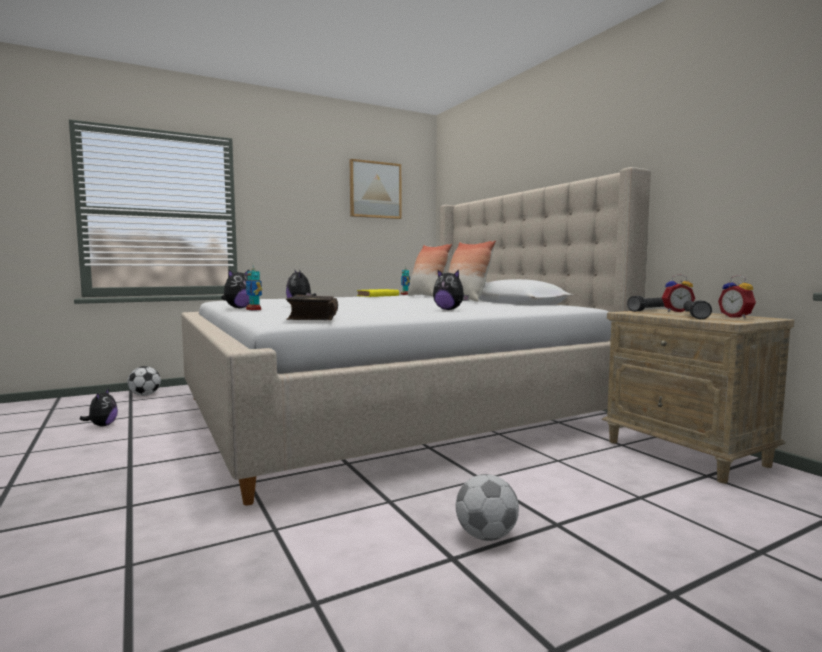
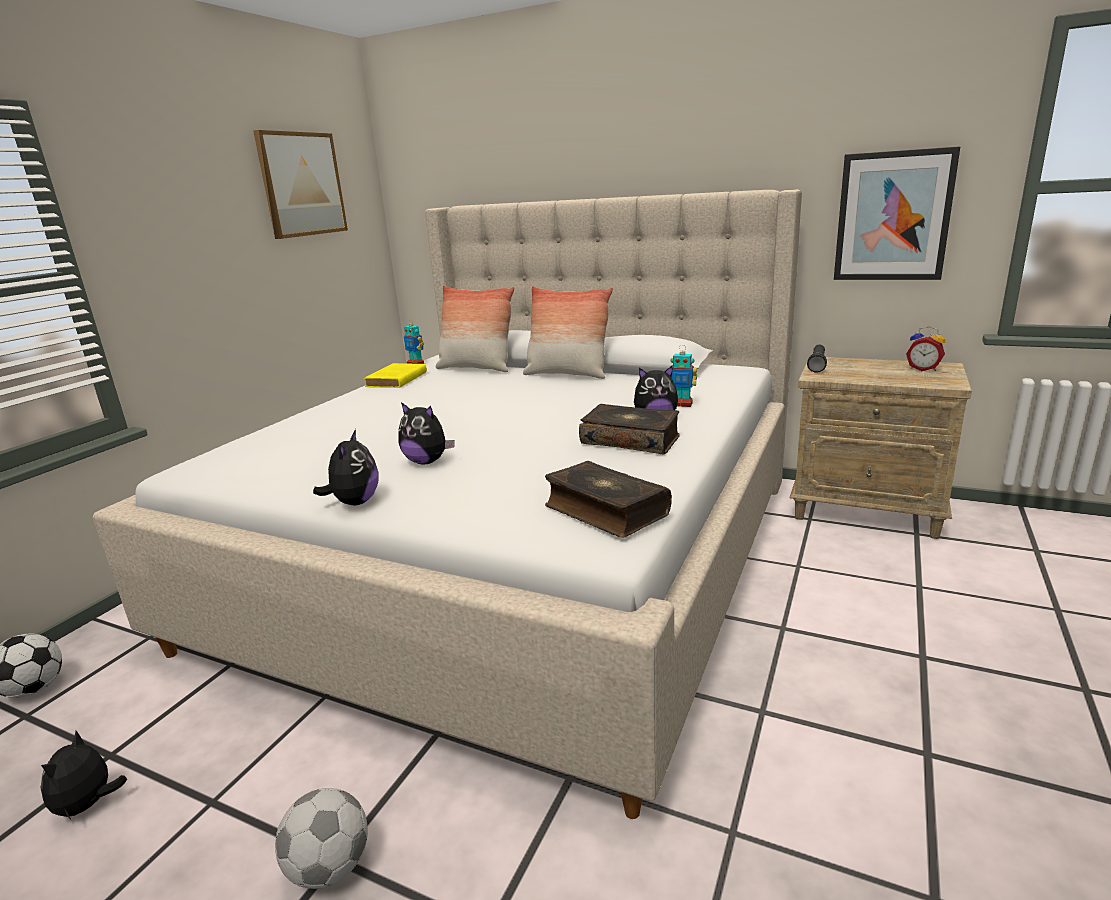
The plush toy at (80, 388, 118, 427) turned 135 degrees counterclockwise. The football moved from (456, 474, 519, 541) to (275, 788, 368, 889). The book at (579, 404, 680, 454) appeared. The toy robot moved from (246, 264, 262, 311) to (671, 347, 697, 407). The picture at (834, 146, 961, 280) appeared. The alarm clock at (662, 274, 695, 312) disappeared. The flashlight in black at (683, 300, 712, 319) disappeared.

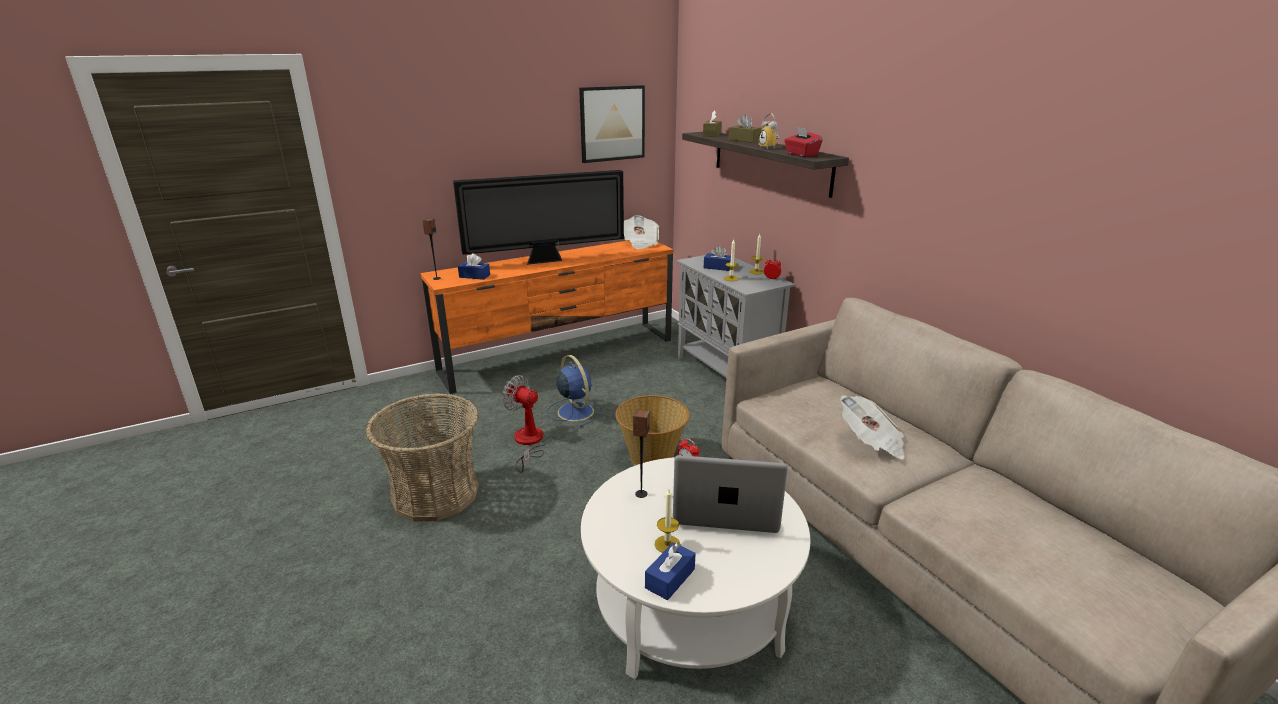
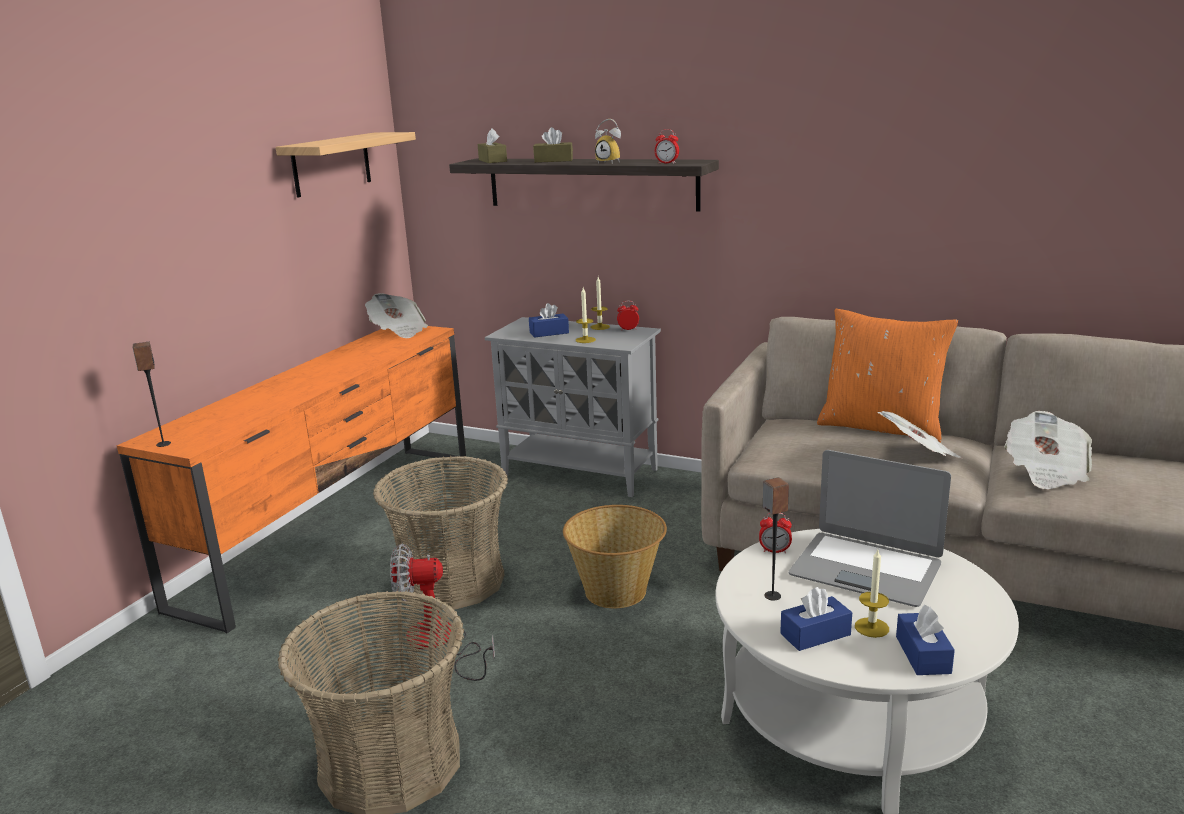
The picture at (579, 85, 645, 163) was replaced by the shelf at (276, 132, 416, 198). The fan in blue at (547, 355, 602, 427) was replaced by the basket at (373, 456, 508, 610). The tissue box in red at (784, 127, 823, 157) was replaced by the alarm clock at (655, 129, 679, 164). The tissue box in blue moved from (458, 253, 490, 280) to (780, 587, 852, 651). The laptop at (673, 455, 788, 533) turned 120 degrees counterclockwise. The pillow in orange at (817, 309, 958, 443) appeared. The newspaper at (1004, 411, 1092, 489) appeared. The television at (453, 170, 624, 265) disappeared.

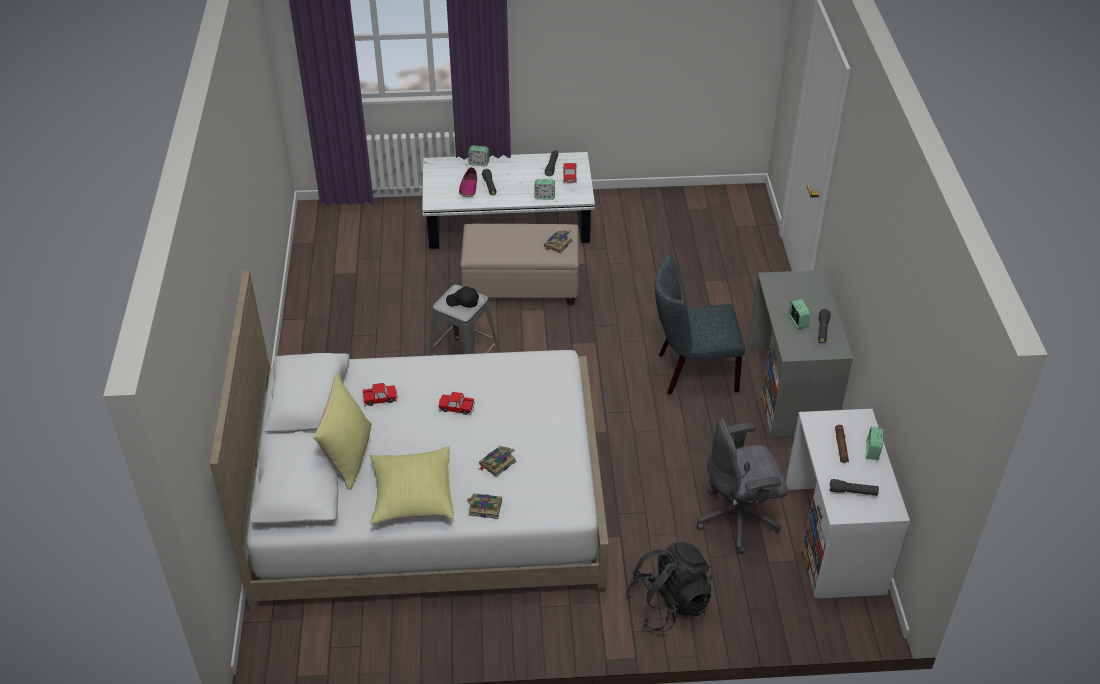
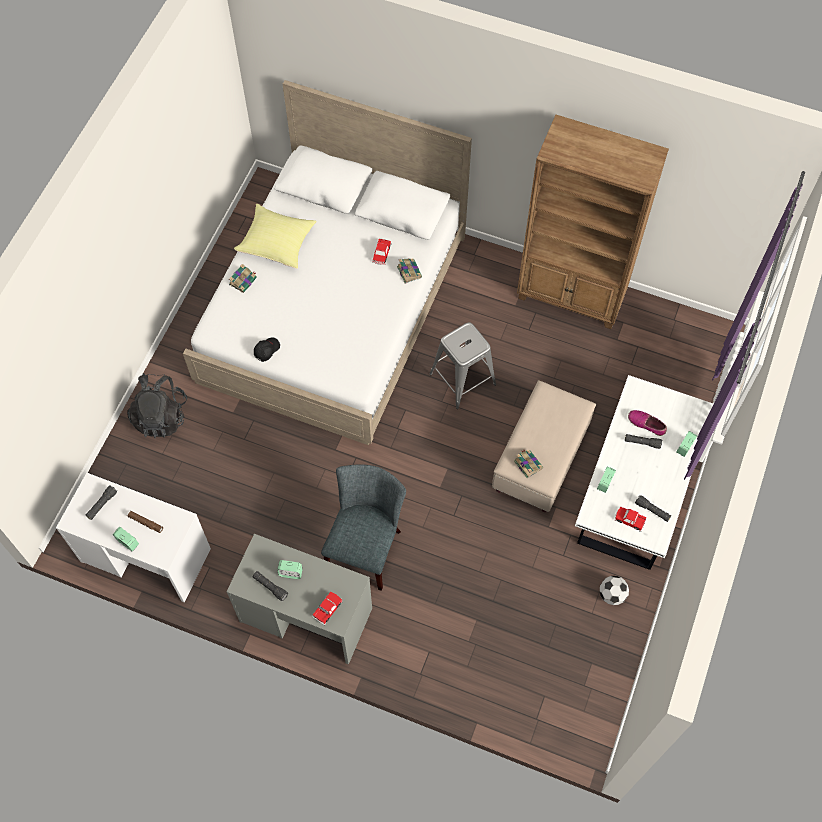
The cap in black moved from (446, 287, 479, 308) to (254, 337, 280, 362). The toy car moved from (439, 392, 475, 415) to (312, 592, 343, 625). The book moved from (479, 446, 516, 477) to (397, 259, 422, 284). The bookcase in brown at (517, 115, 669, 329) appeared. The football at (600, 576, 629, 605) appeared. The pillow in yellow at (313, 373, 372, 490) disappeared. The office chair in grey at (697, 418, 788, 554) disappeared.

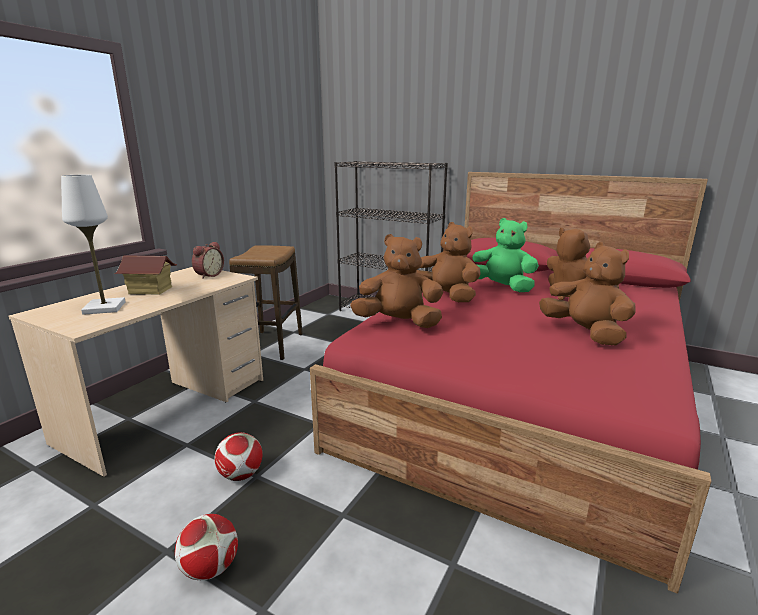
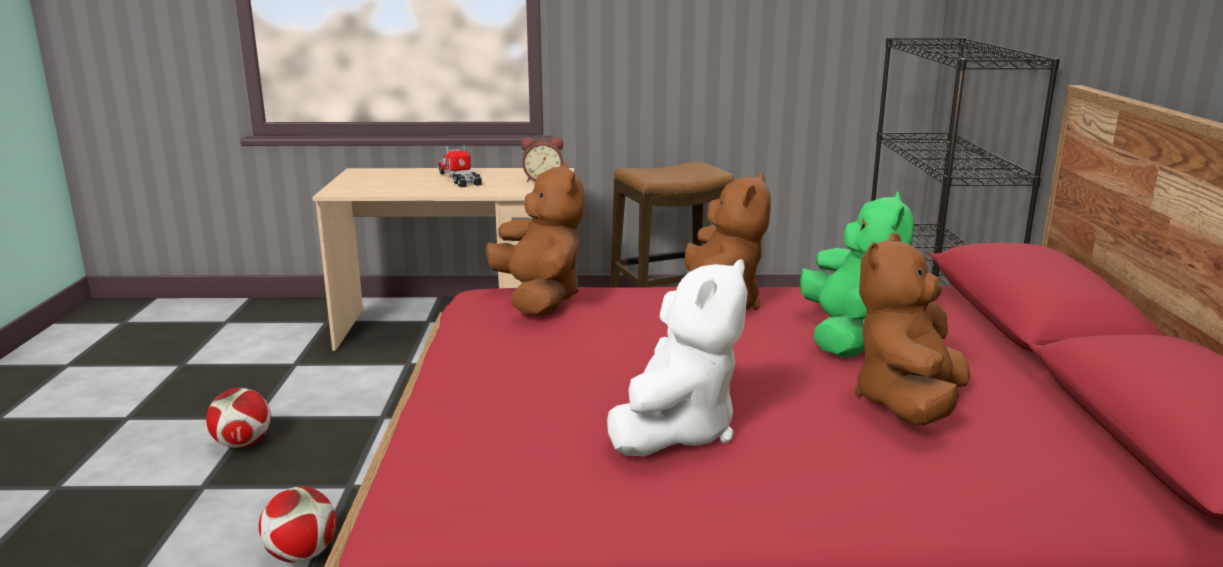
The football moved from (214, 432, 263, 481) to (259, 487, 337, 563). The toy house at (114, 255, 177, 295) was replaced by the toy truck at (438, 145, 482, 188). The plush toy in brown at (539, 242, 636, 346) became the plush toy in white at (607, 259, 748, 456). The table lamp in white at (61, 175, 126, 315) disappeared.

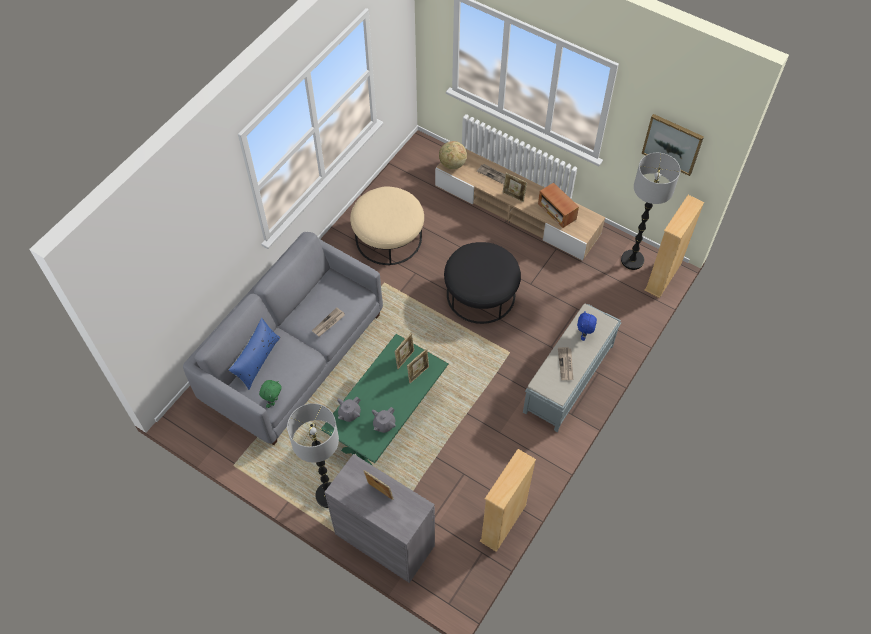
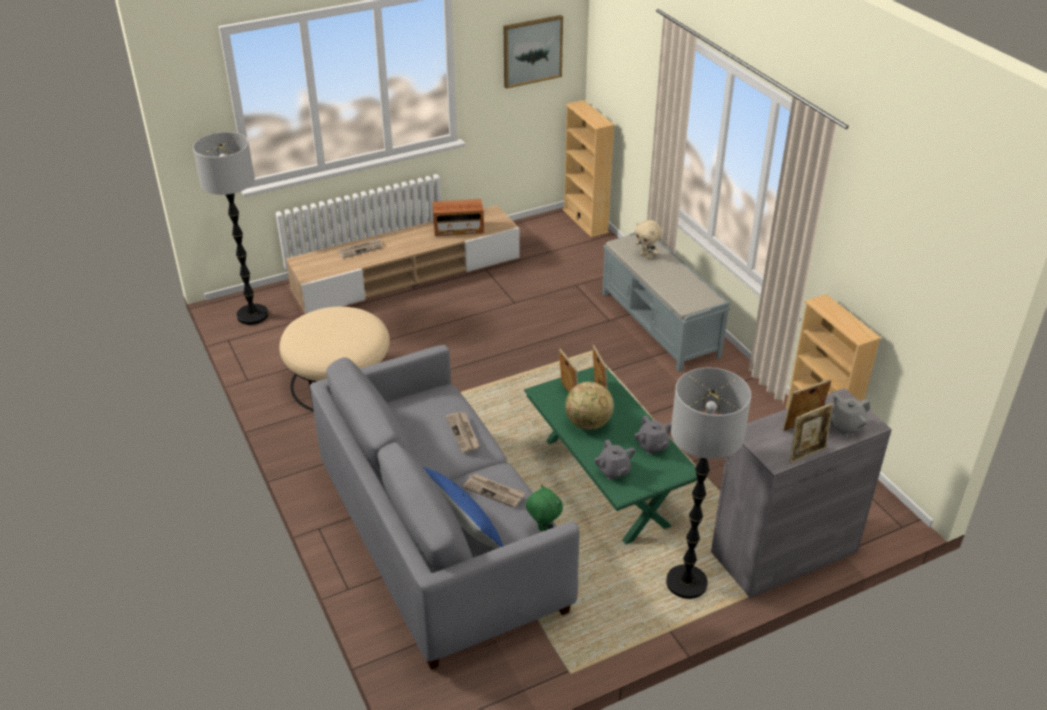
The floor lamp moved from (621, 153, 680, 270) to (193, 132, 268, 325). The newspaper moved from (558, 347, 573, 380) to (463, 474, 525, 508). The globe moved from (439, 141, 467, 169) to (565, 382, 614, 430). The plush toy in blue at (577, 311, 597, 341) became the plush toy in beige at (635, 220, 662, 259). The picture frame moved from (502, 173, 527, 202) to (789, 403, 833, 463). The teapot in grey at (830, 394, 870, 436) appeared. The ottoman in black at (444, 242, 521, 324) disappeared.

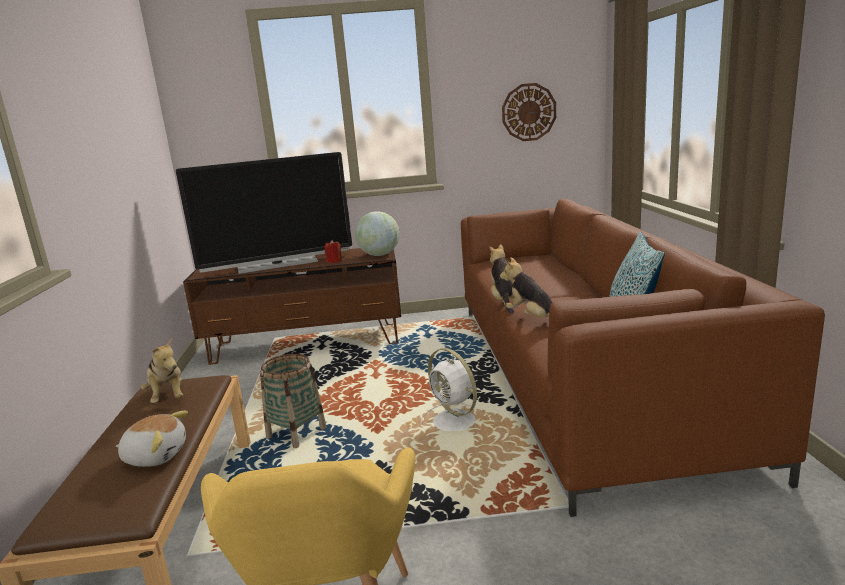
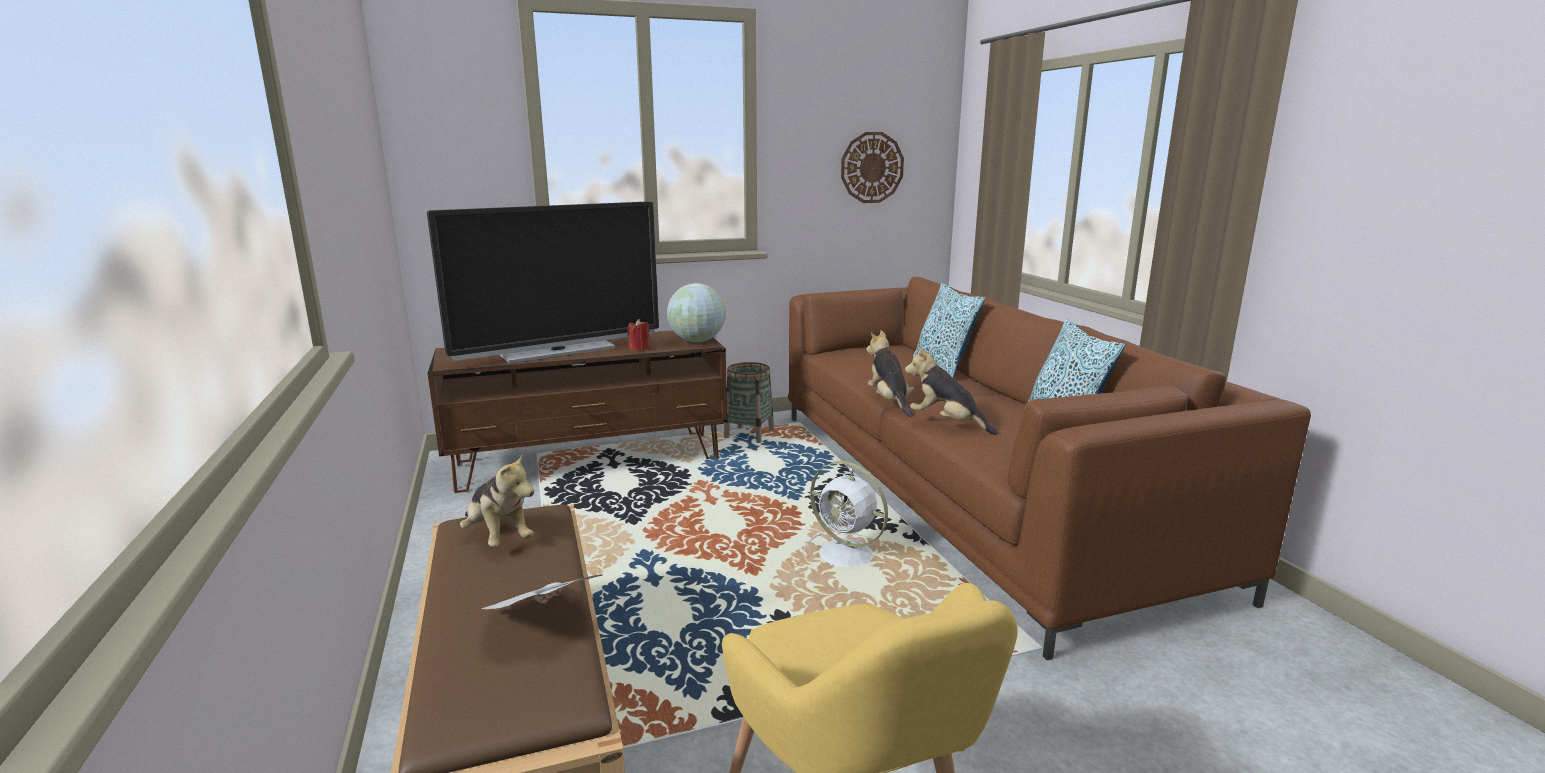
The plush toy at (116, 411, 188, 467) was replaced by the newspaper at (481, 575, 602, 609). The basket moved from (260, 354, 327, 448) to (724, 362, 774, 443). The pillow at (913, 283, 985, 378) appeared.

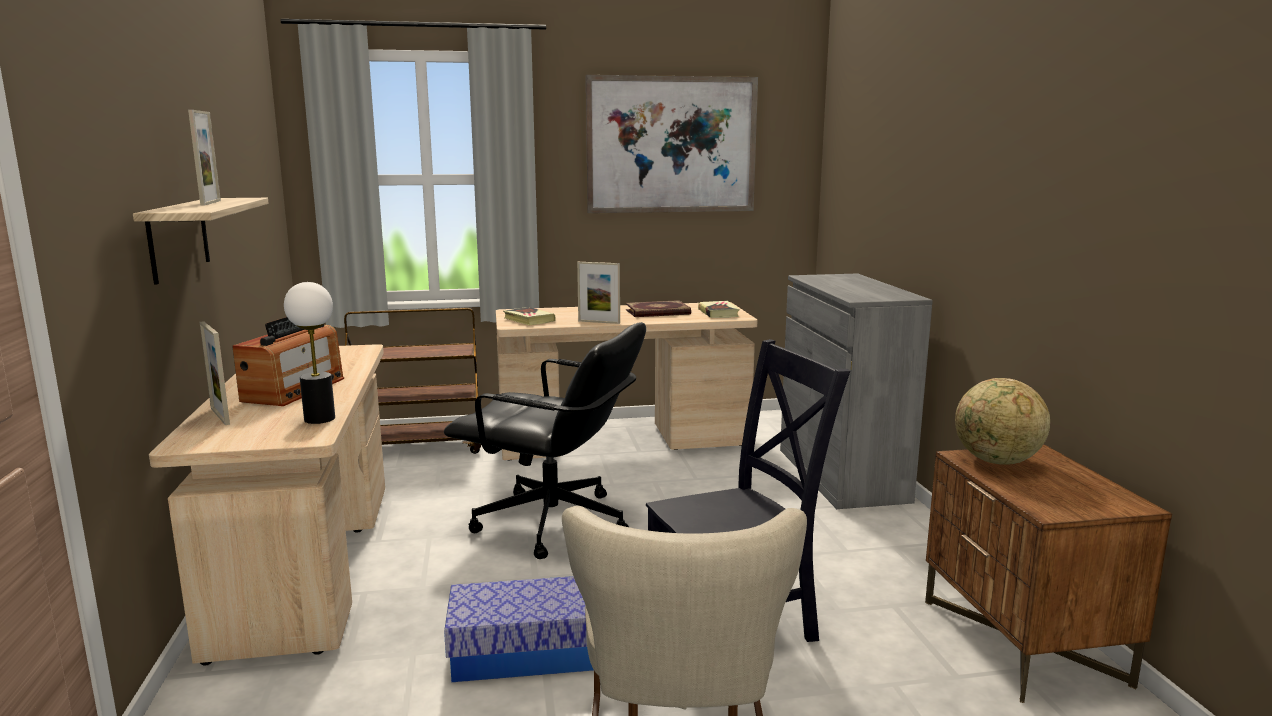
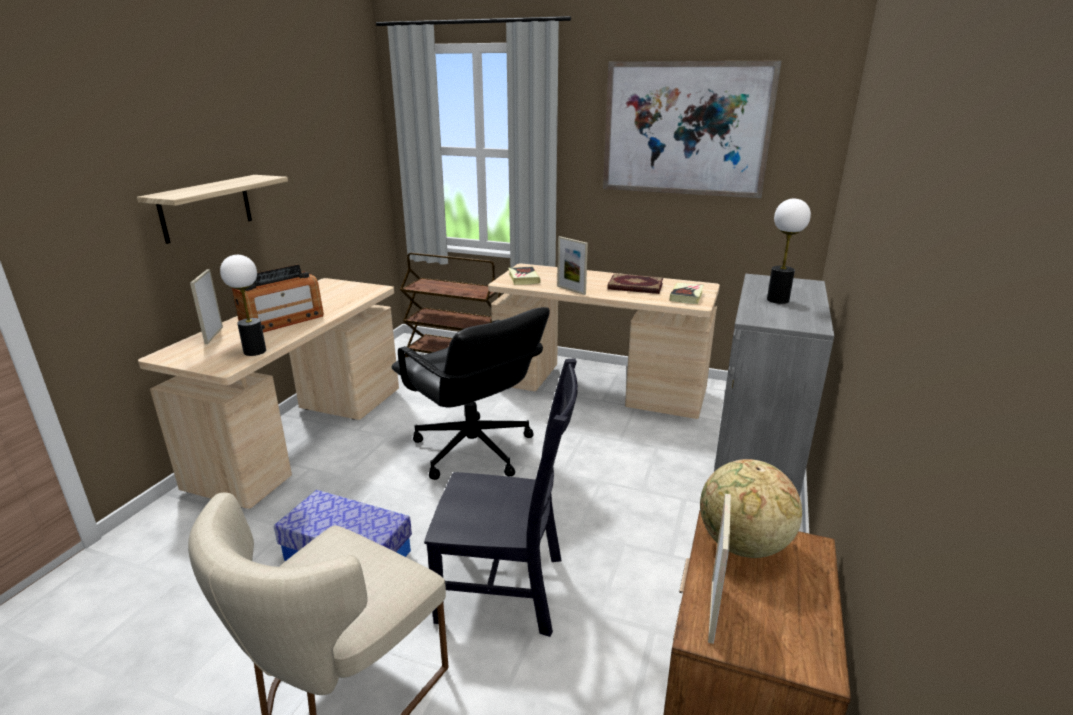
The picture frame moved from (188, 110, 221, 206) to (708, 494, 731, 644). The table lamp at (767, 199, 811, 304) appeared.

